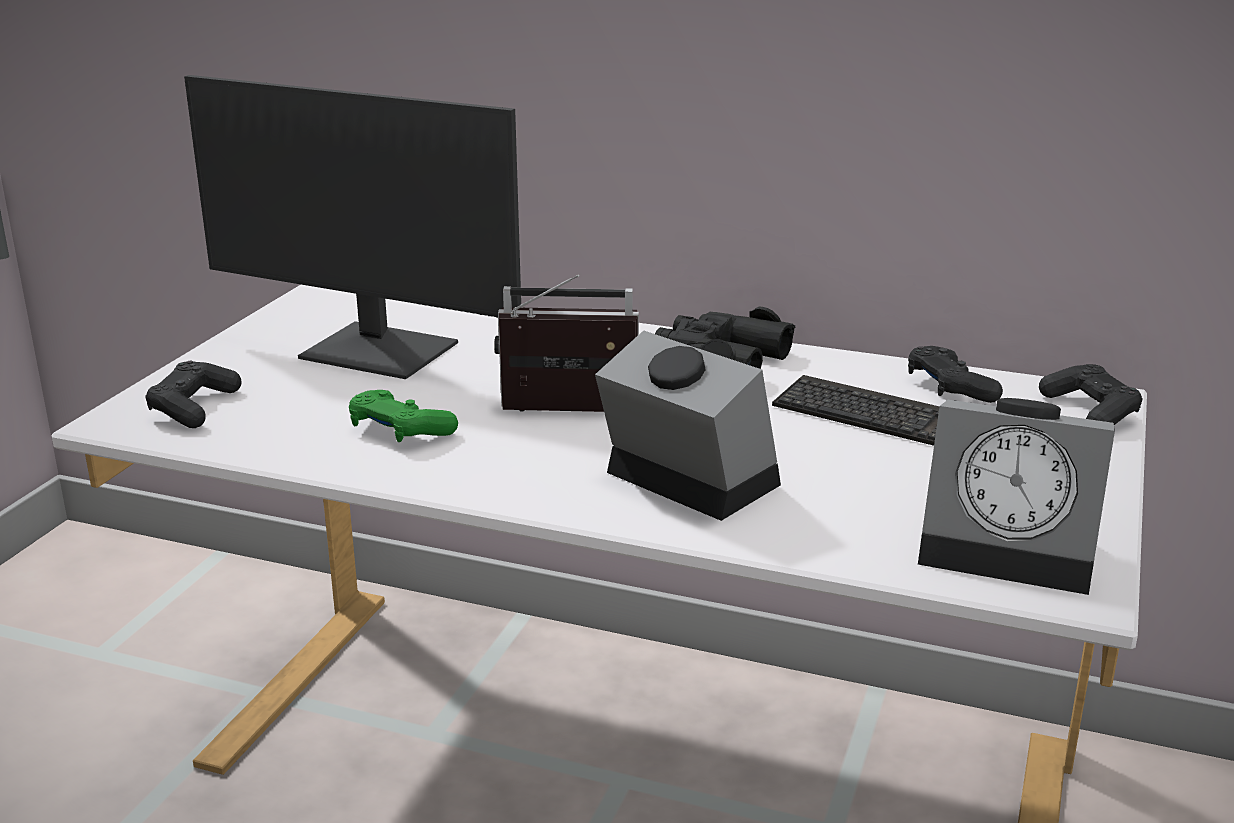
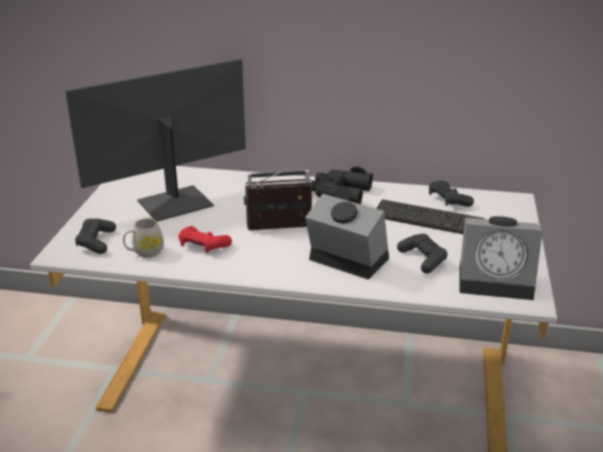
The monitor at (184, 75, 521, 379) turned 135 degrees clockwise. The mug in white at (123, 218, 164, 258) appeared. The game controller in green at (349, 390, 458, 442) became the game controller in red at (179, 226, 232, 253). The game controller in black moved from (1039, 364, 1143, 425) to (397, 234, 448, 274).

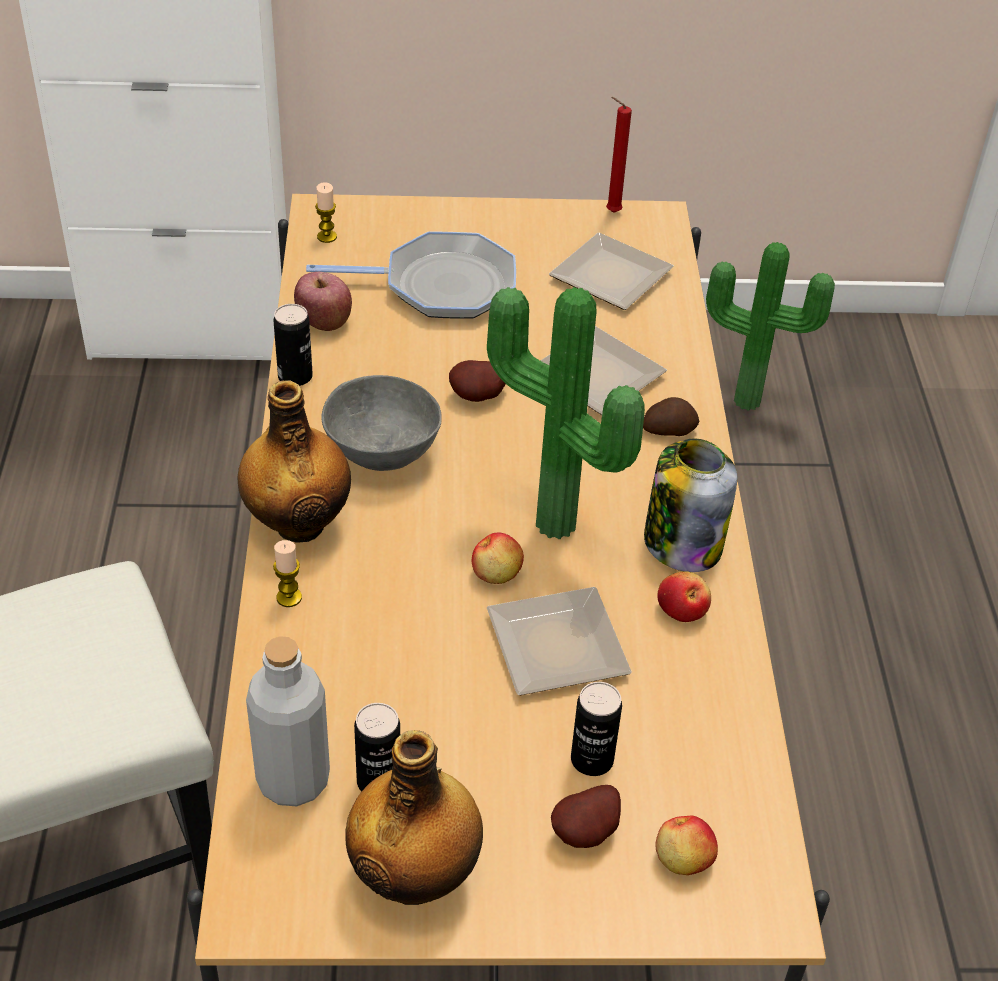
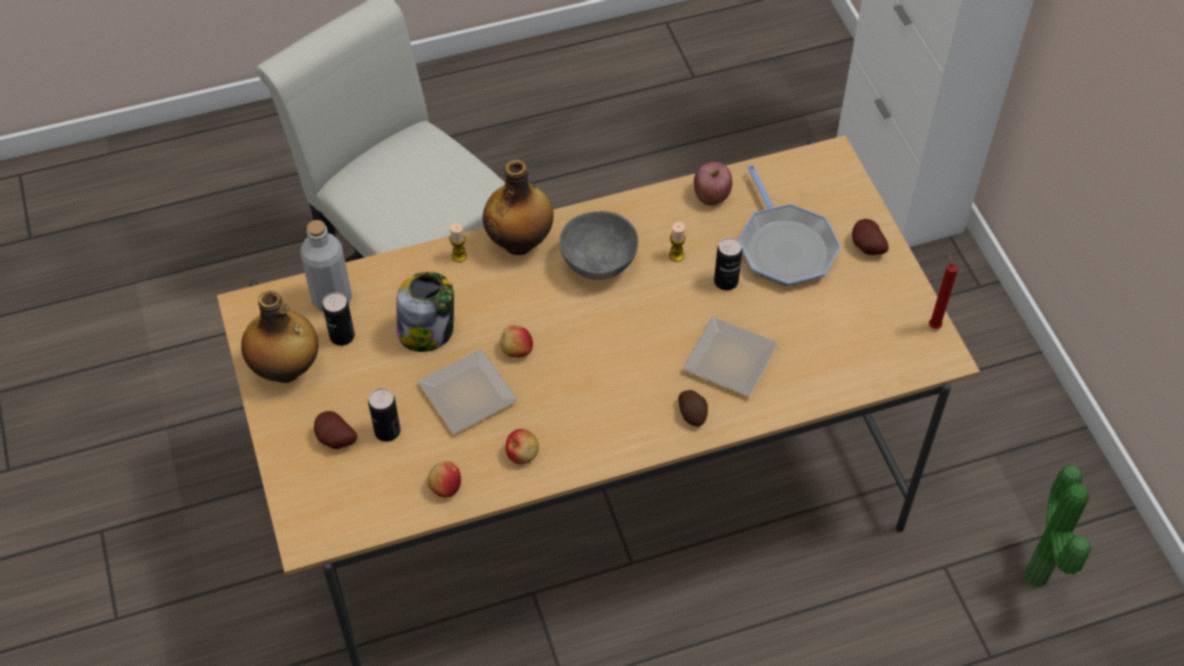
The jar moved from (644, 439, 738, 572) to (396, 272, 454, 352). The apple moved from (656, 816, 718, 875) to (427, 461, 461, 498). The candle moved from (315, 182, 337, 243) to (669, 222, 686, 262). The can moved from (273, 304, 313, 386) to (714, 237, 742, 290). The potato moved from (449, 360, 506, 402) to (852, 219, 889, 255). The potted plant at (487, 287, 645, 539) disappeared. The plate at (549, 233, 674, 310) disappeared.

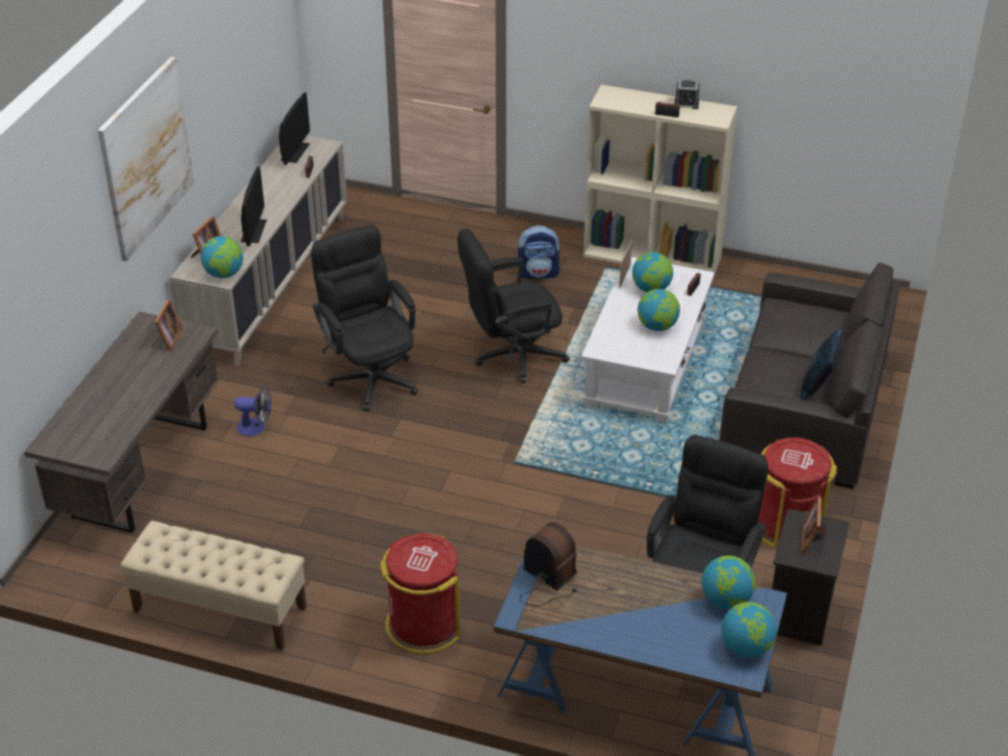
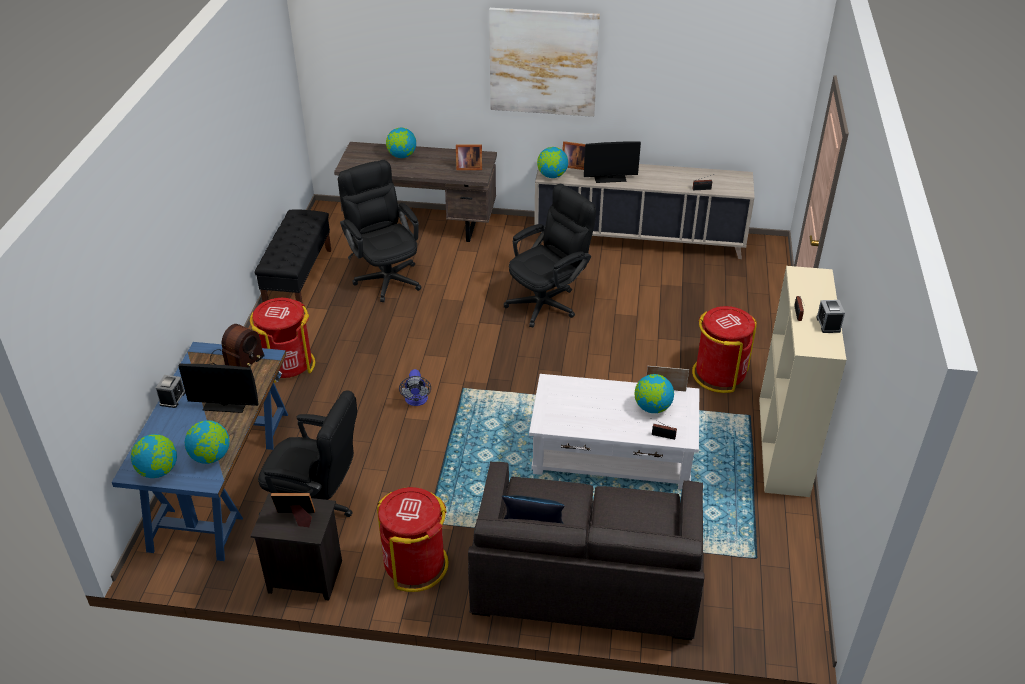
The alarm clock at (156, 375, 185, 408) appeared. The monitor moved from (279, 92, 310, 165) to (178, 364, 259, 413). The bench in beige at (120, 521, 306, 651) became the bench in black at (254, 209, 331, 303). The office chair in black moved from (458, 229, 570, 383) to (338, 160, 422, 302). The globe moved from (638, 289, 680, 331) to (386, 128, 416, 158). The fan moved from (234, 386, 271, 437) to (399, 369, 431, 406). The backpack at (518, 225, 560, 279) was replaced by the trash can in red at (692, 306, 757, 393).

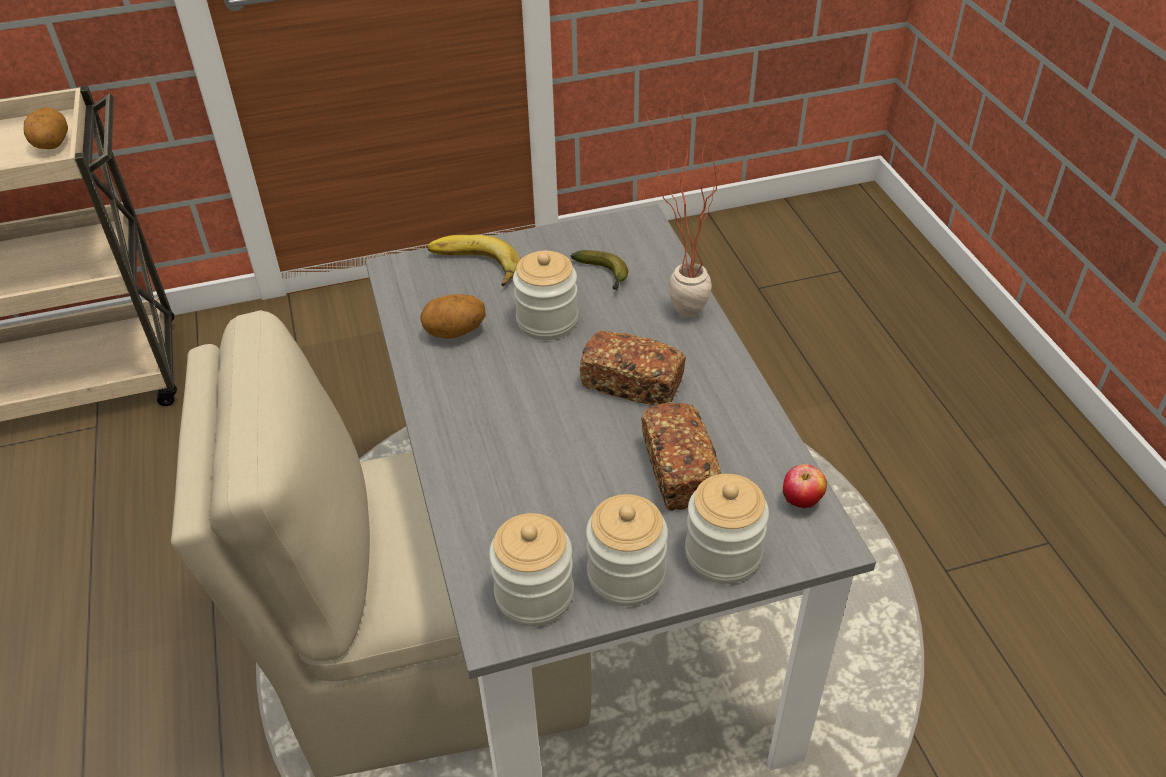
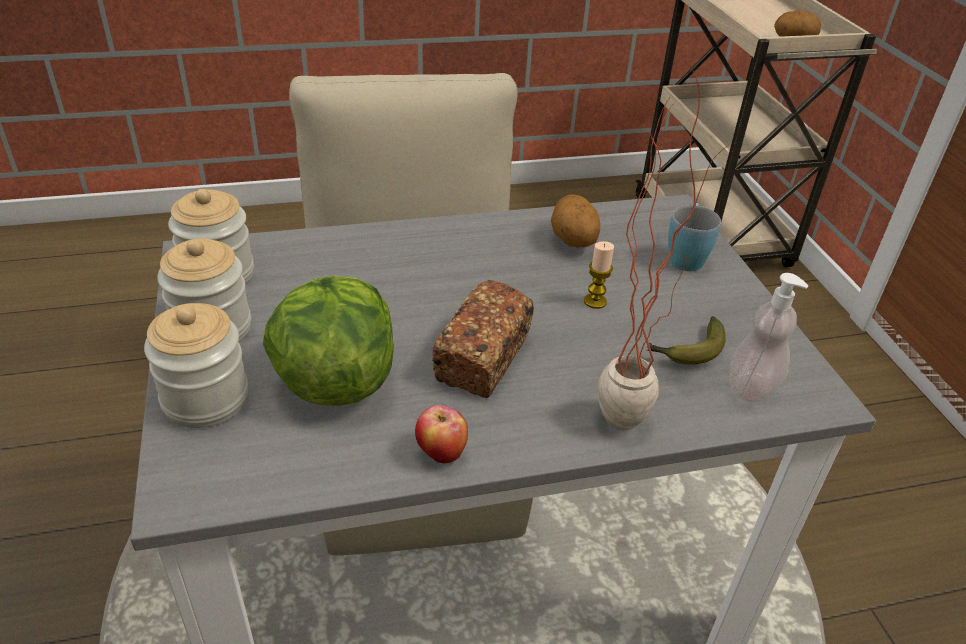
The bread at (641, 402, 721, 511) was replaced by the lettuce at (263, 275, 394, 406). The apple moved from (783, 464, 827, 508) to (415, 405, 468, 463). The jar at (513, 251, 578, 340) was replaced by the candle at (584, 241, 614, 309). The banana at (428, 235, 521, 286) was replaced by the mug in blue at (668, 203, 721, 271). The soap dispenser at (729, 273, 808, 403) appeared.

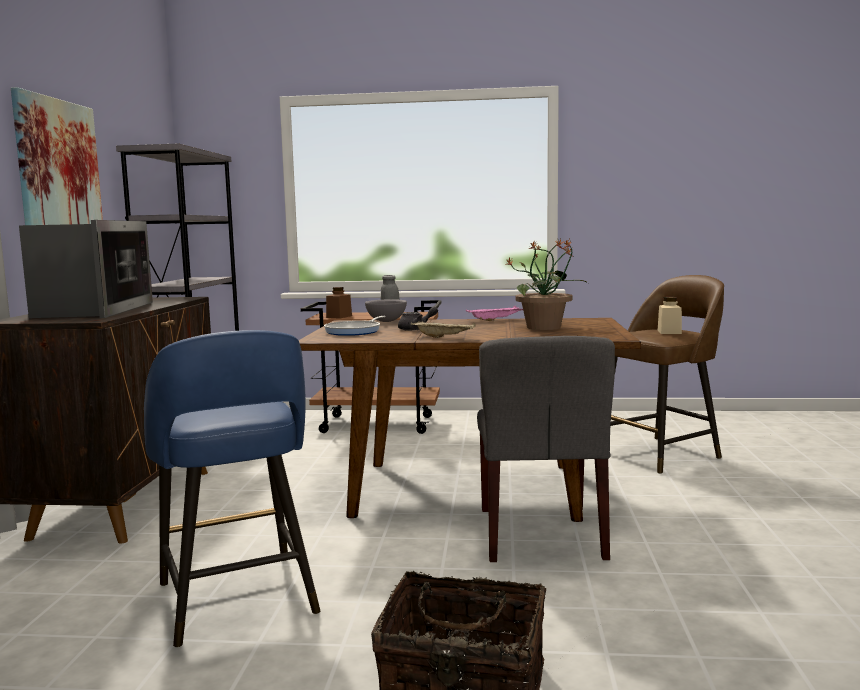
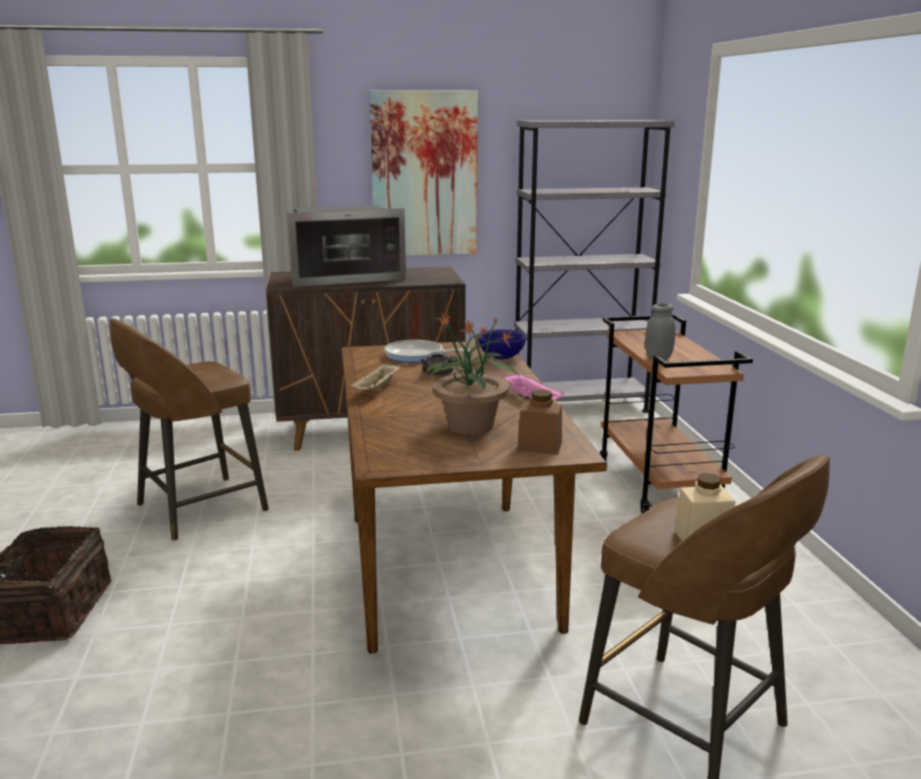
The stool in blue at (144, 330, 320, 648) became the stool in brown at (110, 318, 269, 541). The bowl in grey at (365, 299, 407, 322) became the bowl in blue at (478, 329, 526, 359). The jar in brown moved from (326, 287, 352, 319) to (517, 389, 562, 455). The chair in grey at (477, 336, 615, 562) disappeared.

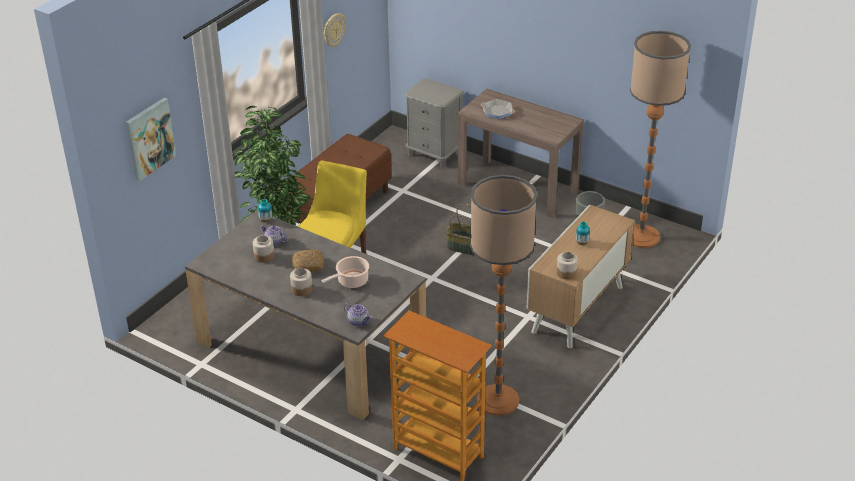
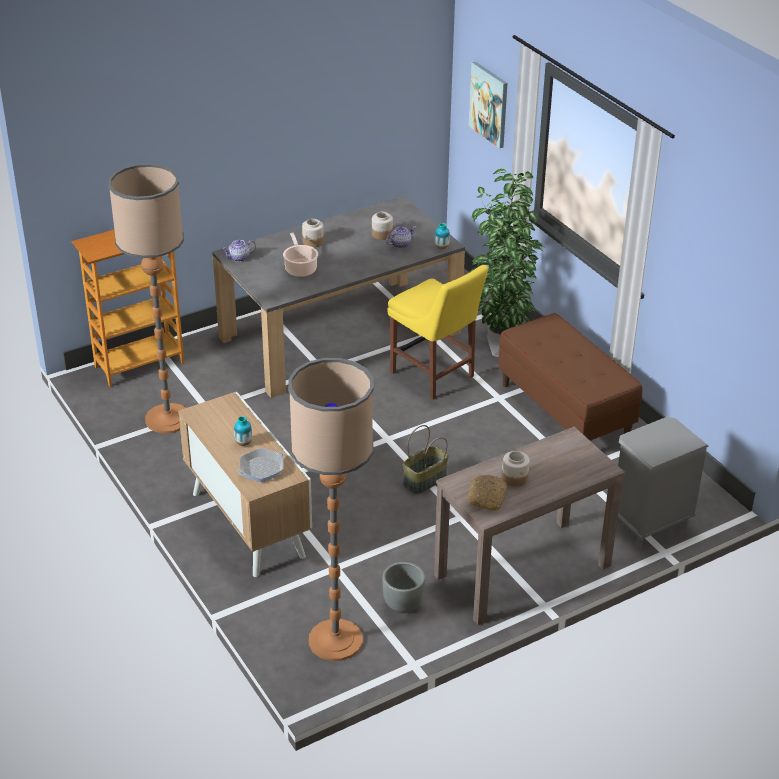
The frying pan moved from (481, 99, 515, 119) to (237, 448, 285, 482). The bread moved from (292, 249, 324, 272) to (468, 475, 507, 511). The jar moved from (557, 252, 578, 279) to (502, 451, 530, 487). The wall clock at (324, 13, 346, 47) disappeared.

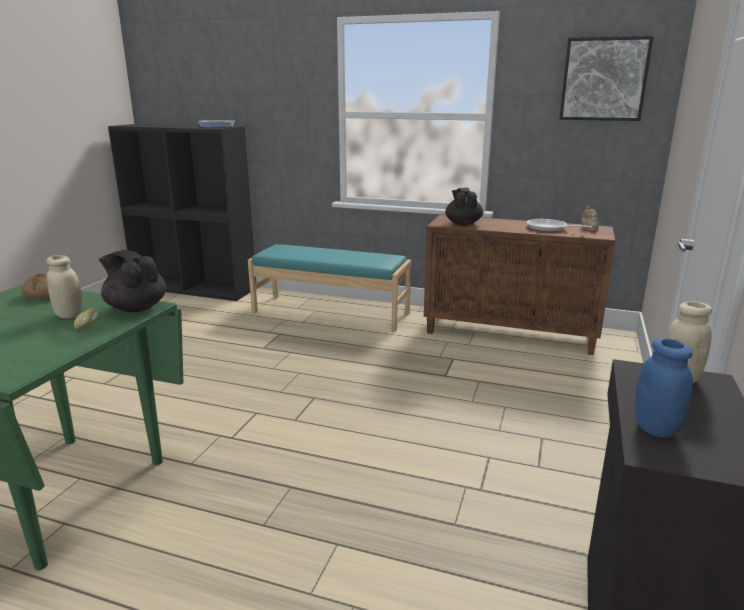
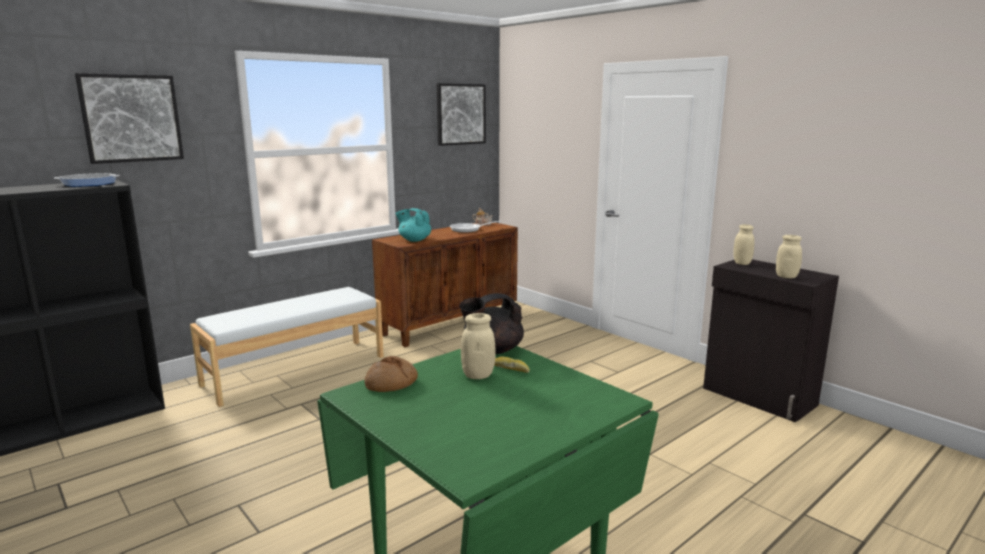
The picture at (75, 73, 184, 164) appeared. The bench in turquoise at (248, 244, 411, 332) became the bench in white at (190, 287, 384, 407). The teapot in black at (445, 188, 483, 225) became the teapot in turquoise at (395, 208, 431, 242). The jar in blue at (635, 338, 693, 438) became the jar in beige at (776, 235, 802, 278).

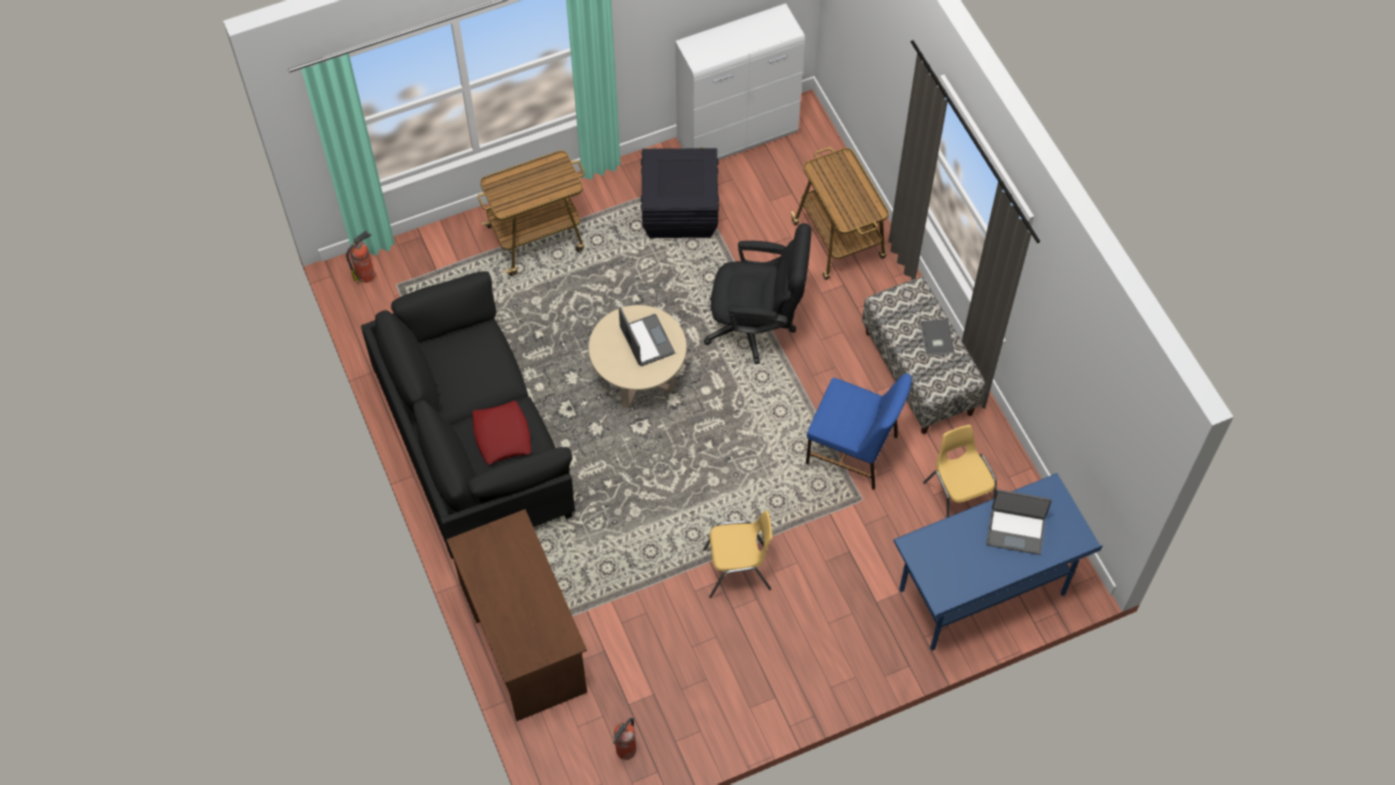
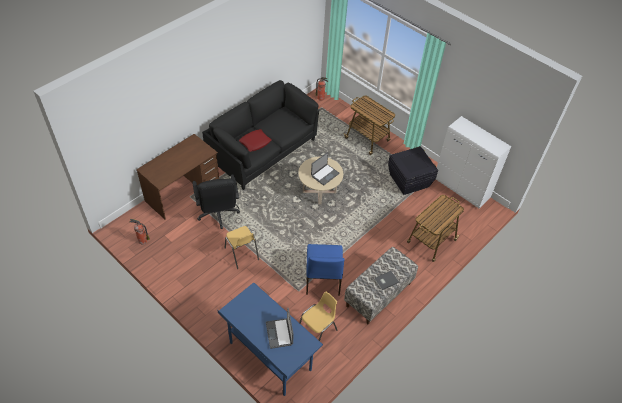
The office chair in black moved from (703, 223, 812, 364) to (193, 174, 240, 229).

